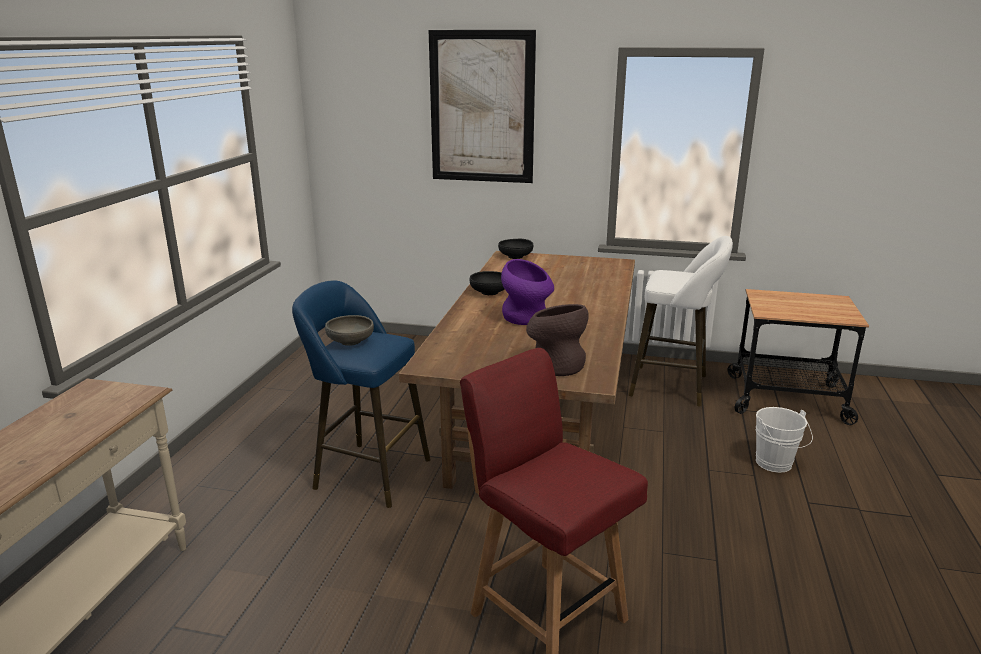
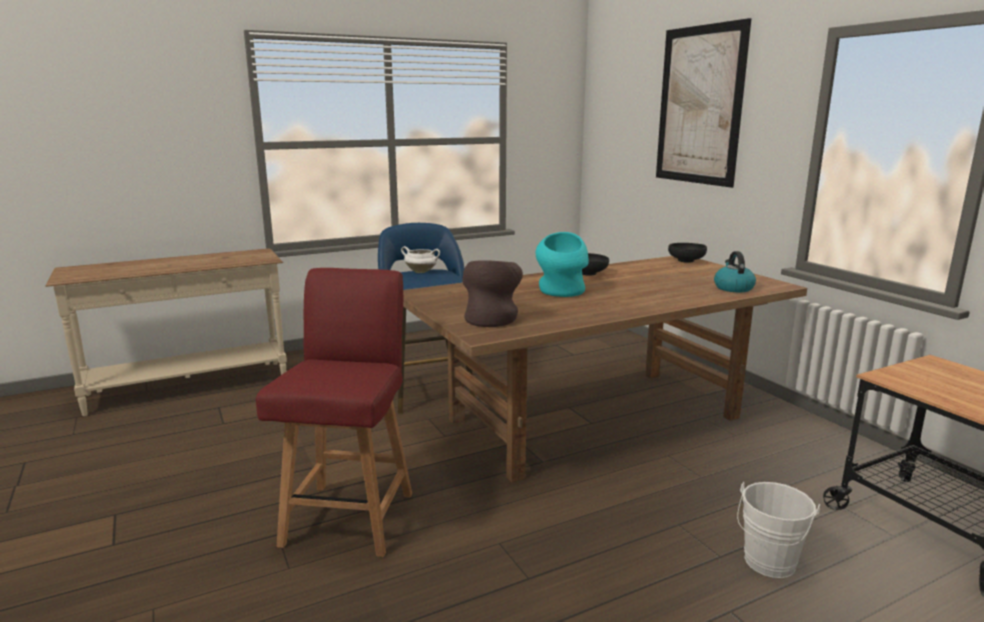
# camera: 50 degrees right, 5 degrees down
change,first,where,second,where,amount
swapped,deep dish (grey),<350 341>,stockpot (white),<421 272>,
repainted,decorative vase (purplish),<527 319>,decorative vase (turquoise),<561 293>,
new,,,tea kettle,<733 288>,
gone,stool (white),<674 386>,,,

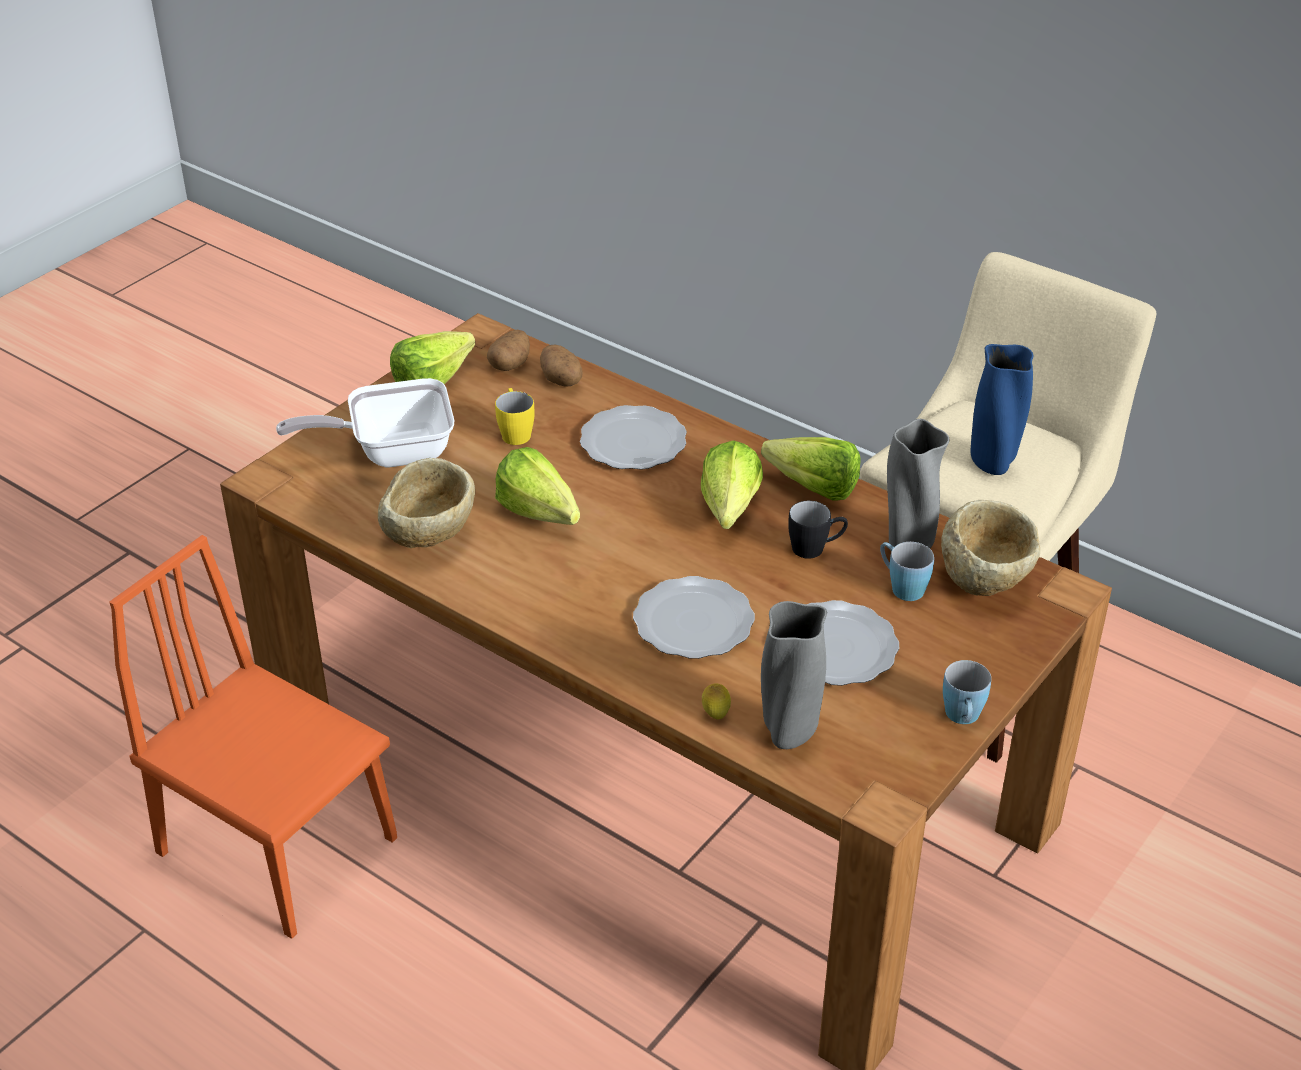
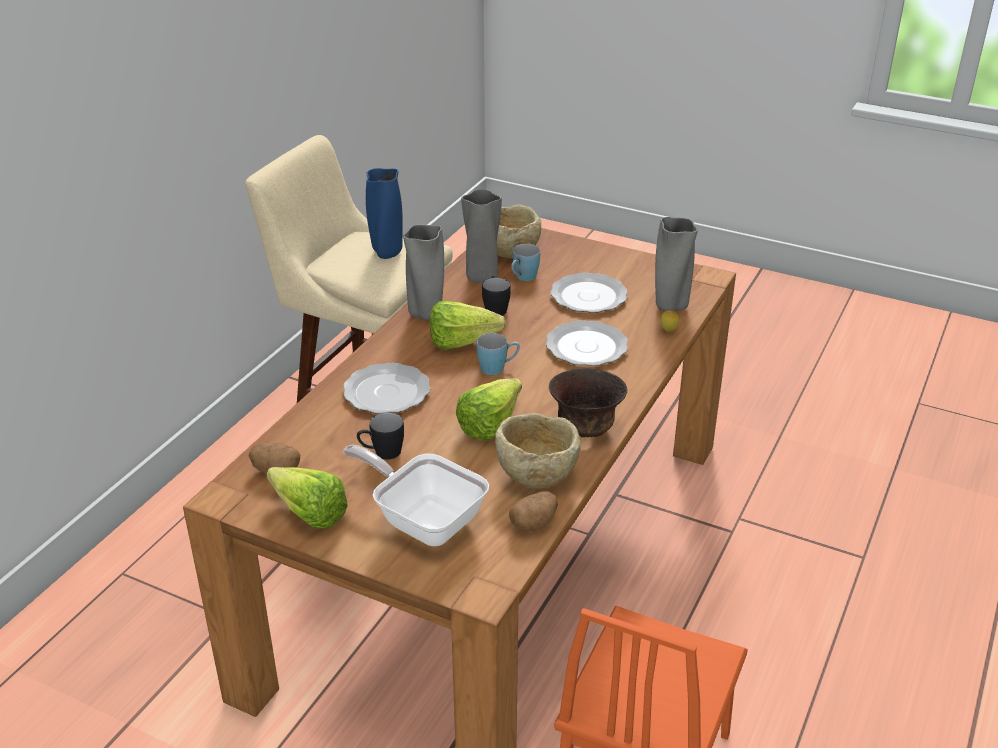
# camera: 100 degrees left, 5 degrees down
change,first,where,second,where,amount
rotated,pan,<391 452>,,<423 520>,150 degrees clockwise
repainted,tea mug (yellowish),<515 432>,tea mug (black-coloured),<381 453>,
swapped,lettuce head,<807 485>,decorative vase (grey),<426 315>,
shifted,tea mug (blue),<963 718>,,<498 368>,
shifted,spud,<562 381>,,<534 523>,
new,,,deep dish (brown-coloured),<585 429>,

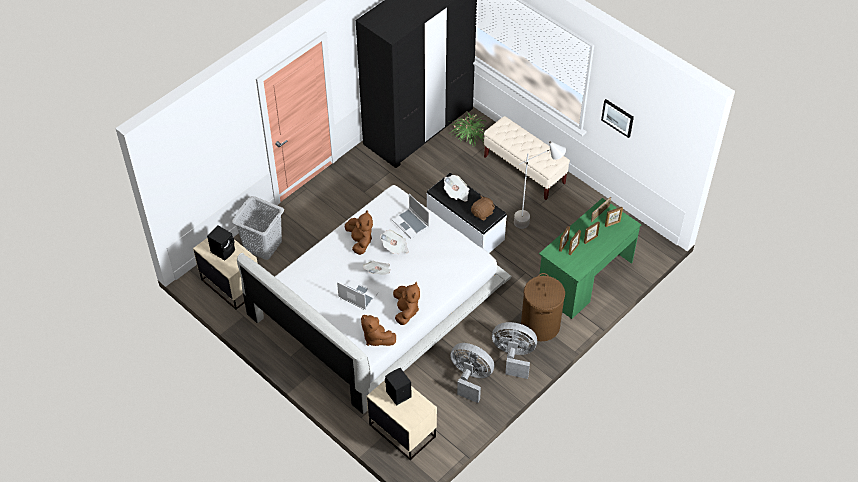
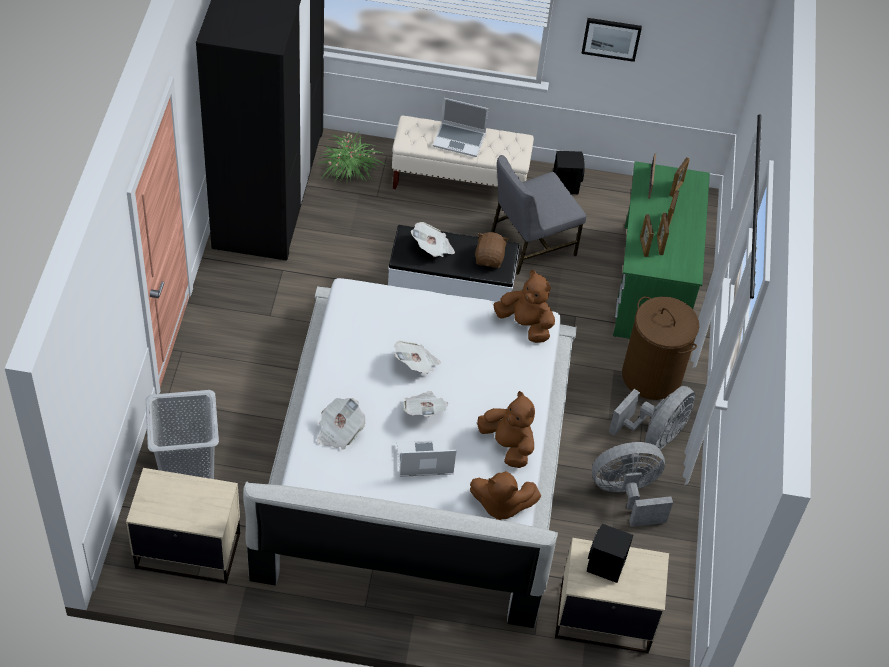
# camera: 40 degrees left, 0 degrees up
change,first,where,second,where,amount
new,,,printed paper,<339 431>,
shifted,laptop,<411 224>,,<460 140>,
swapped,standing lamp (grey),<534 222>,plain chair (grey),<530 244>,
shifted,soft toy (brown-coloured),<360 241>,,<525 324>,
shifted,speaker (black-coloured),<223 250>,,<565 185>,
rotated,electric fan (grey),<513 356>,,<654 435>,150 degrees clockwise

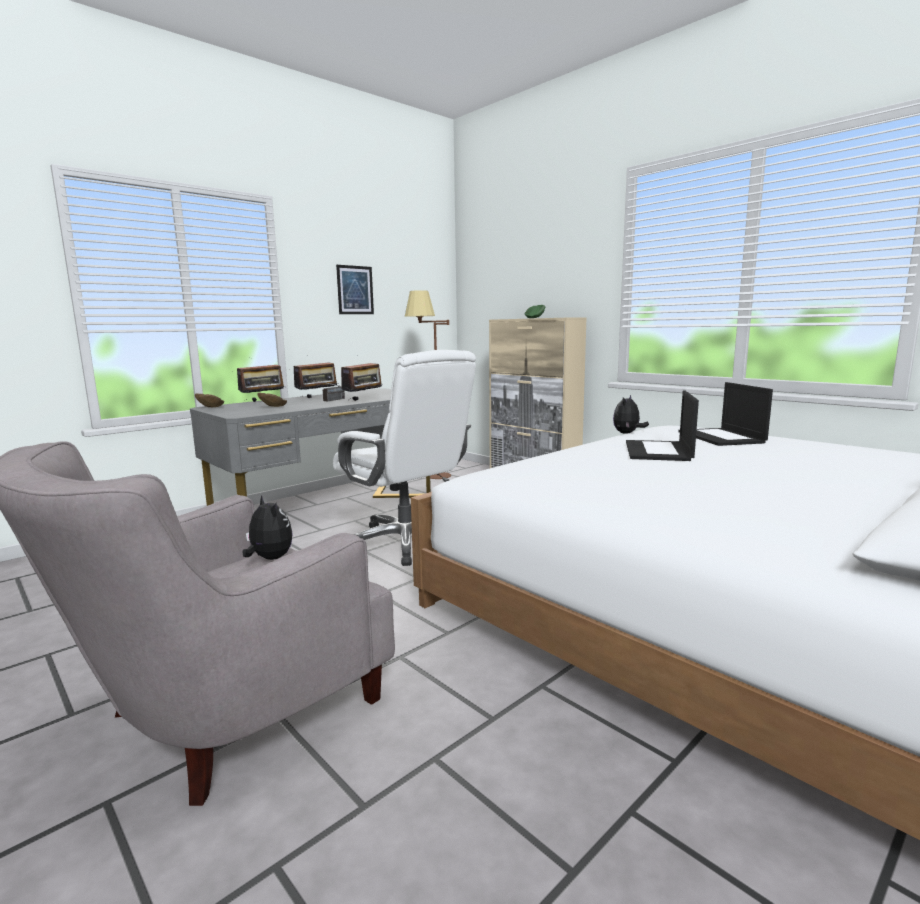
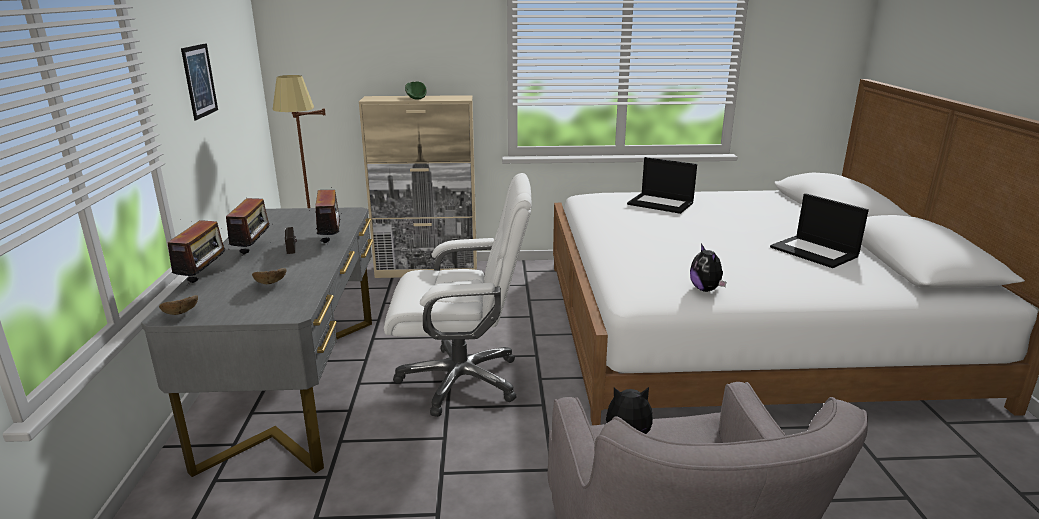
# camera: 50 degrees left, 10 degrees up
change,first,where,second,where,amount
shifted,soft toy,<627 433>,,<706 289>,
shifted,laptop,<658 451>,,<815 252>,

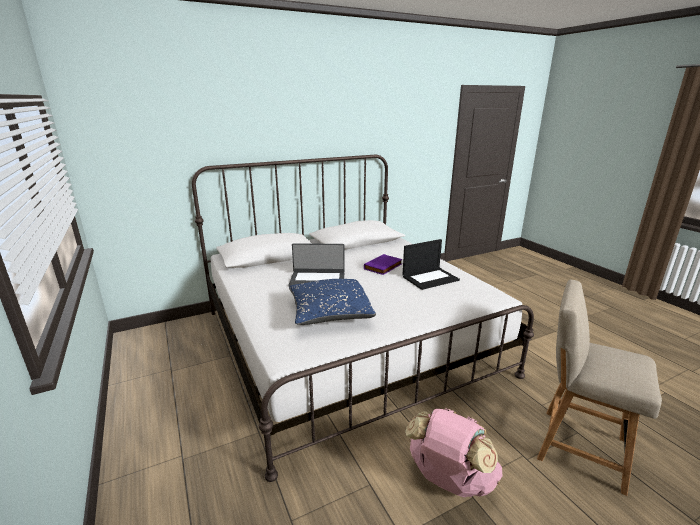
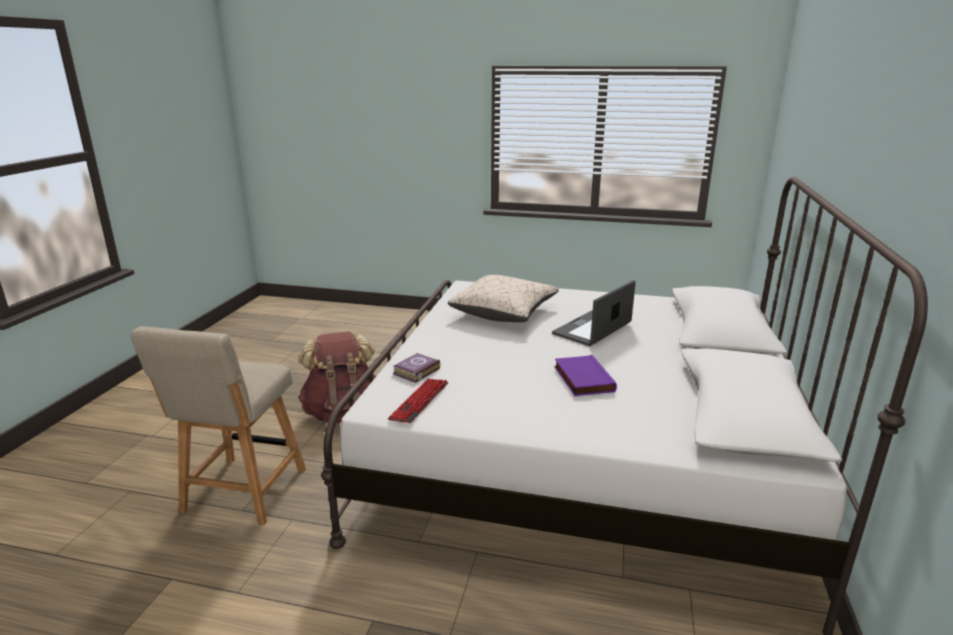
# camera: 130 degrees right, 0 degrees up
change,first,where,second,where,amount
rotated,plain chair (sand-coloured),<576 446>,,<242 494>,120 degrees clockwise
repainted,knapsack (pinkish),<449 479>,knapsack (brown-coloured),<343 412>,
new,,,computer keyboard,<419 401>,
new,,,bound book,<415 371>,
repainted,throw pillow (blue),<330 313>,throw pillow (sand-coloured),<504 312>,
gone,laptop,<430 278>,,,

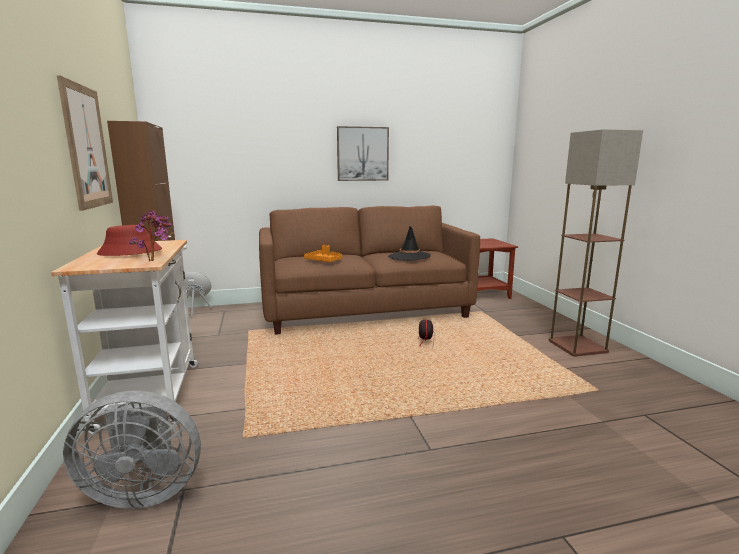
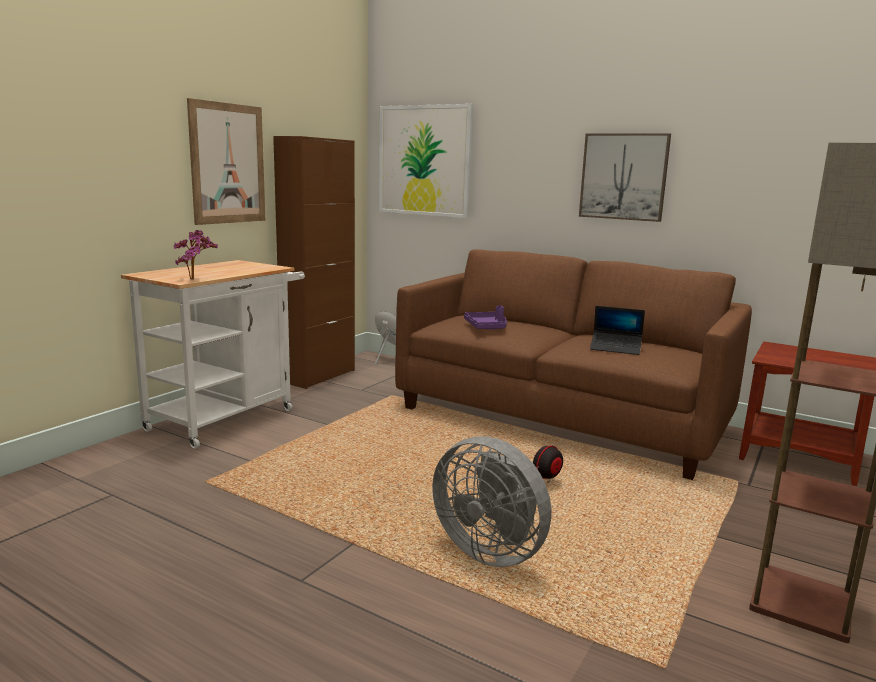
# camera: 45 degrees right, 0 degrees up
change,first,where,second,where,amount
new,,,wall art,<425 161>,
shifted,electric fan (grey),<143 491>,,<491 550>,
repainted,tray (orange-coloured),<324 261>,tray (purplish),<487 327>,
swapped,wearable hat (black-coloured),<409 256>,laptop,<615 348>,
gone,wearable hat (reddish),<130 252>,,,

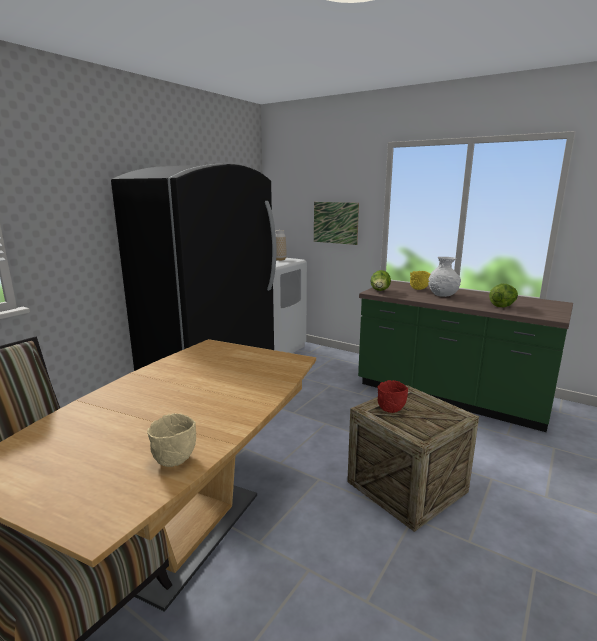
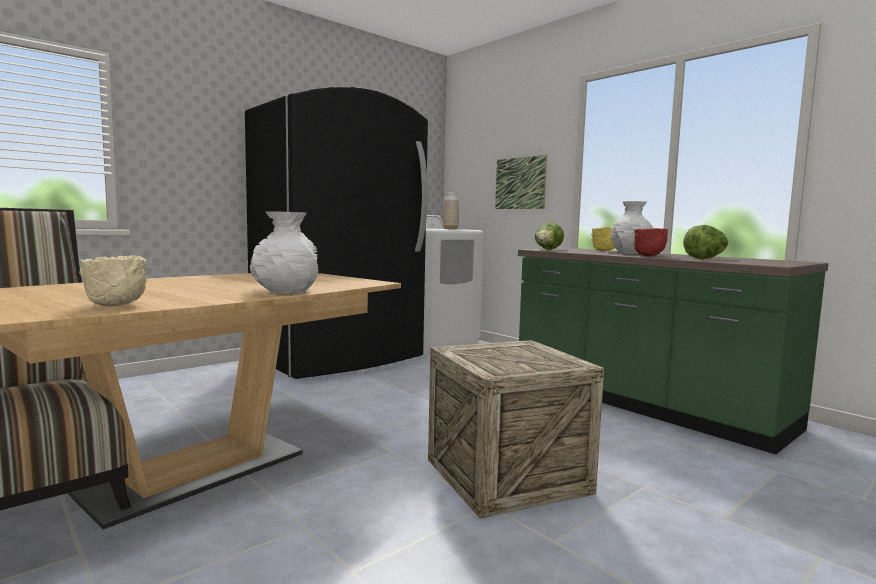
# camera: 15 degrees right, 10 degrees down
change,first,where,second,where,amount
new,,,decorative vase (white),<284 291>,
shifted,deep dish (reddish),<391 410>,,<649 256>,

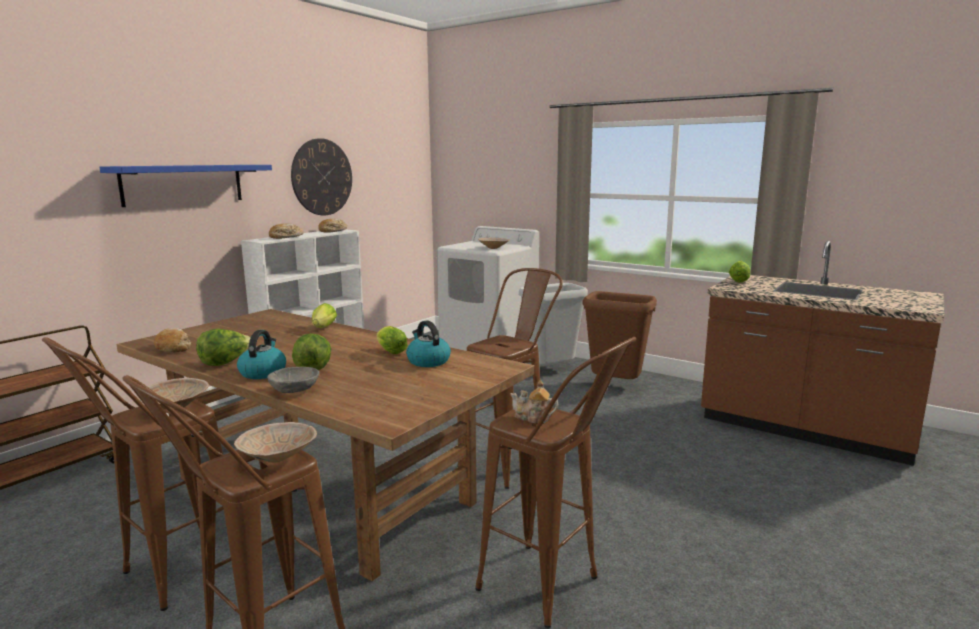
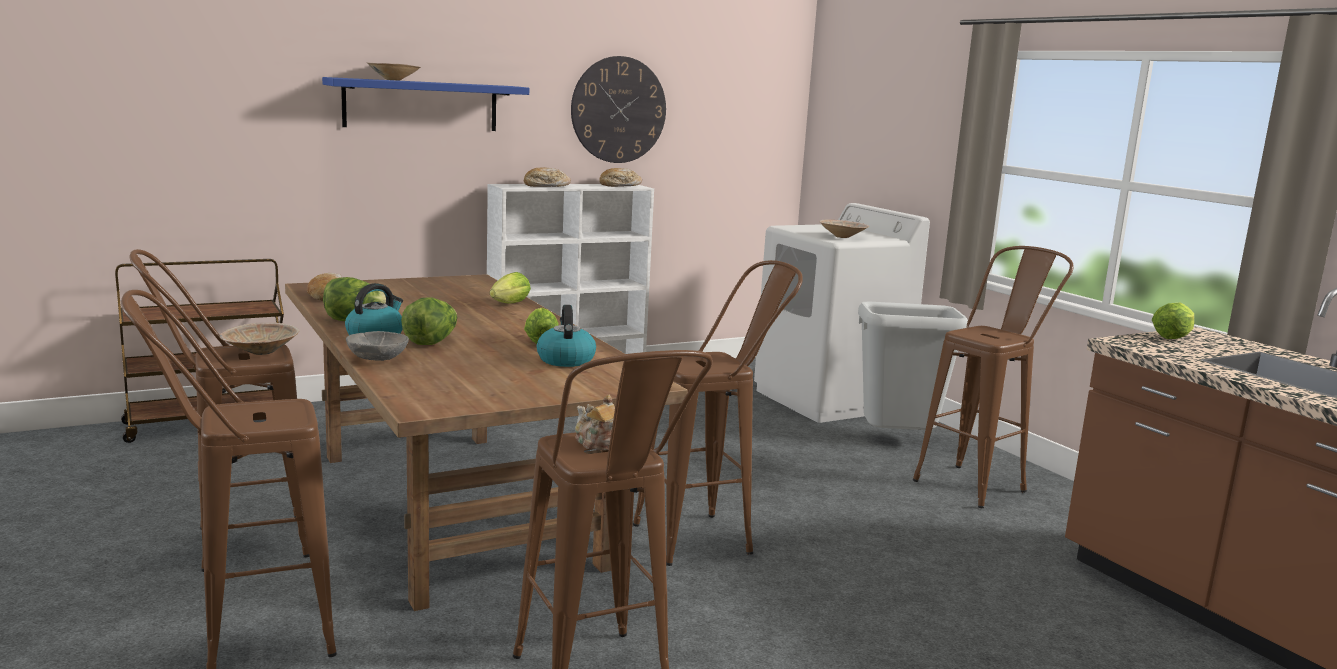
# camera: 25 degrees right, 0 degrees up
change,first,where,second,where,amount
shifted,deep dish (sand-coloured),<279 457>,,<394 80>,
swapped,waste bin (brown-coloured),<616 386>,stool (brown-coloured),<979 483>,

